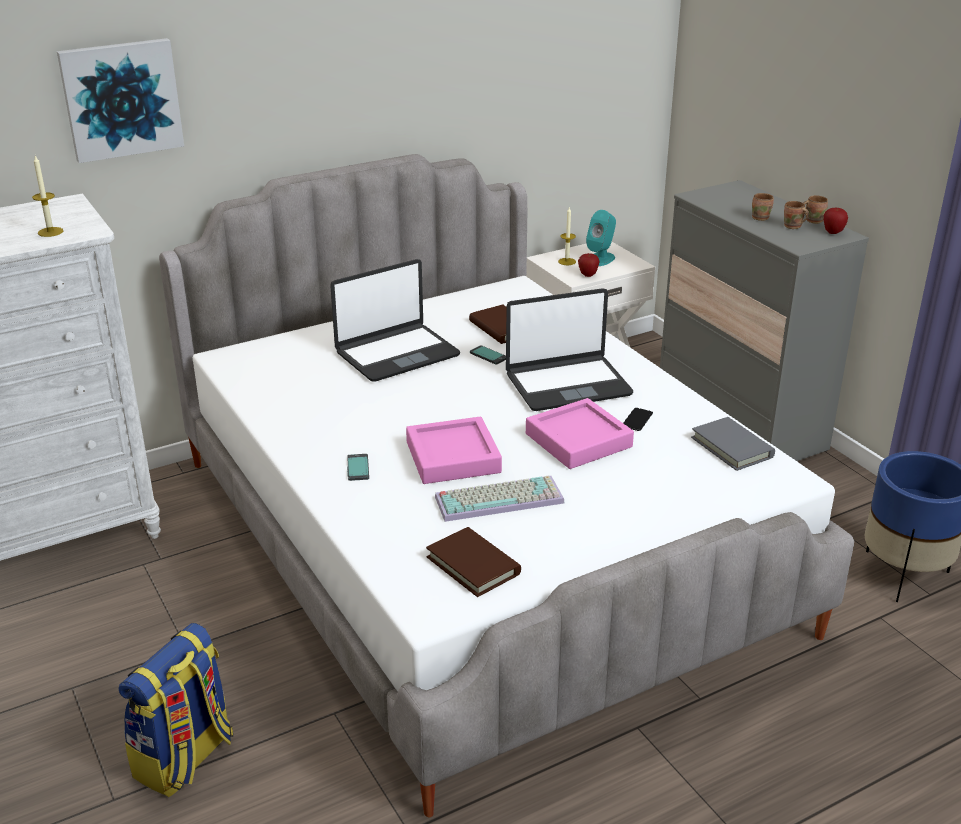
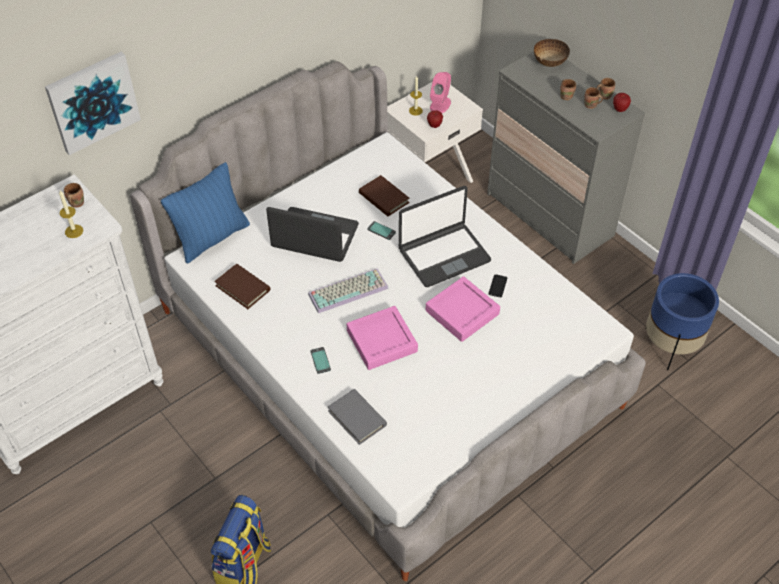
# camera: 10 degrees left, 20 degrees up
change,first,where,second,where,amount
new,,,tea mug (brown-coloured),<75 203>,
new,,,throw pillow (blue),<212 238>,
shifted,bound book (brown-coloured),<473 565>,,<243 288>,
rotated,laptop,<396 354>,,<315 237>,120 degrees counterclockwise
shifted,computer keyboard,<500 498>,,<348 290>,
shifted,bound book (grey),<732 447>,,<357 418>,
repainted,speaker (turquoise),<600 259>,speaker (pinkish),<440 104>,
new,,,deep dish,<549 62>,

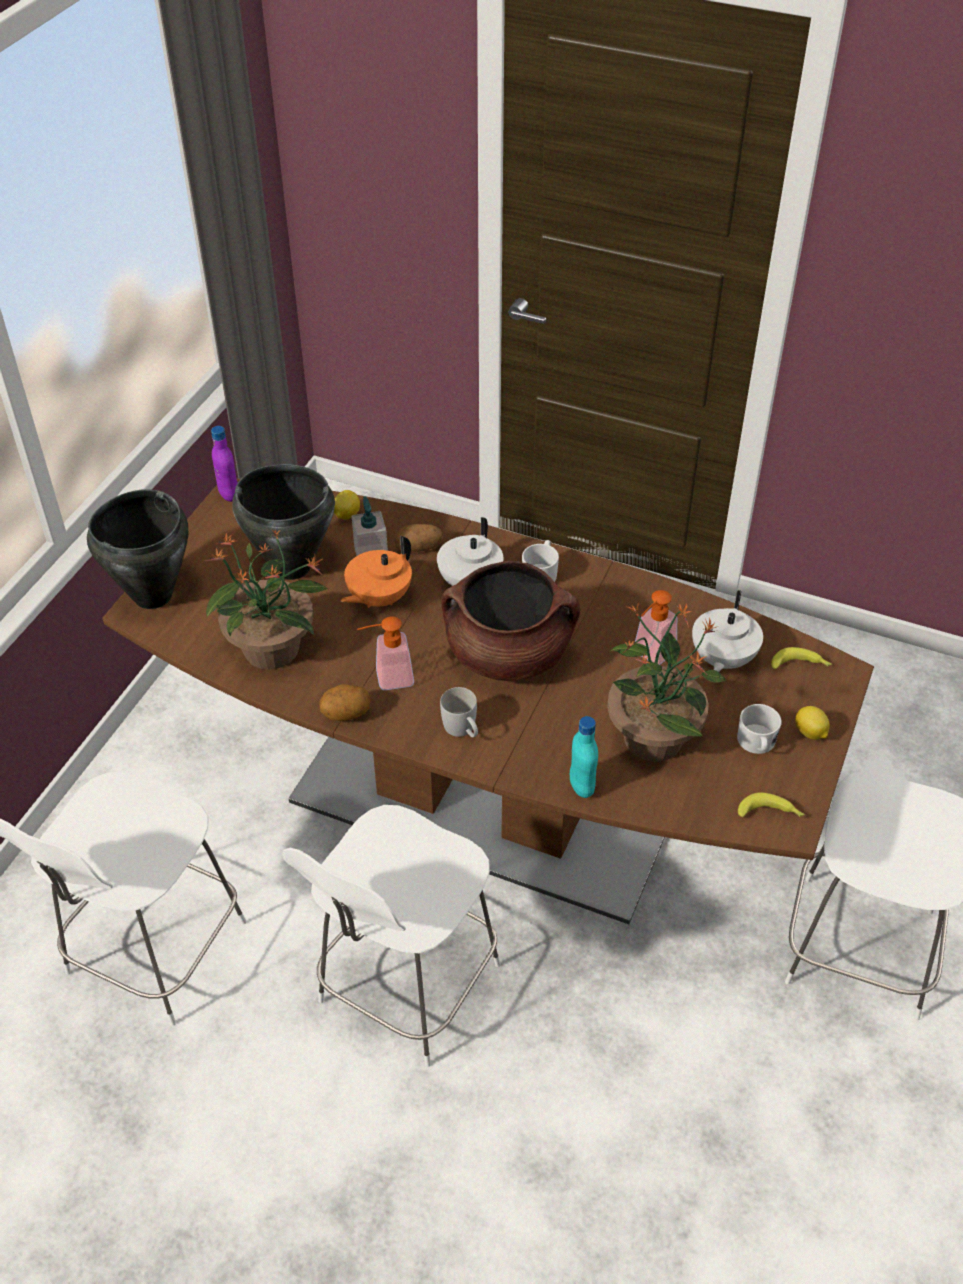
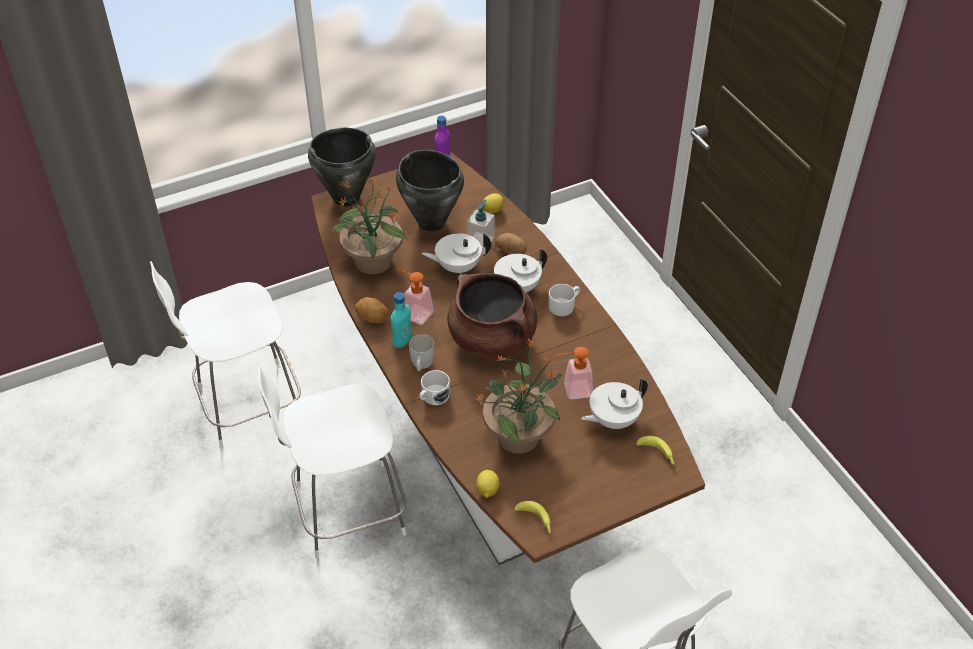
# camera: 40 degrees right, 0 degrees up
change,first,where,second,where,amount
shifted,beverage bottle (turquoise),<581 786>,,<402 341>,
shifted,tea mug (white),<757 743>,,<433 397>,
repainted,tea pot (orange-coloured),<378 598>,tea pot (white),<457 267>,
shifted,whole lemon,<810 733>,,<487 490>,

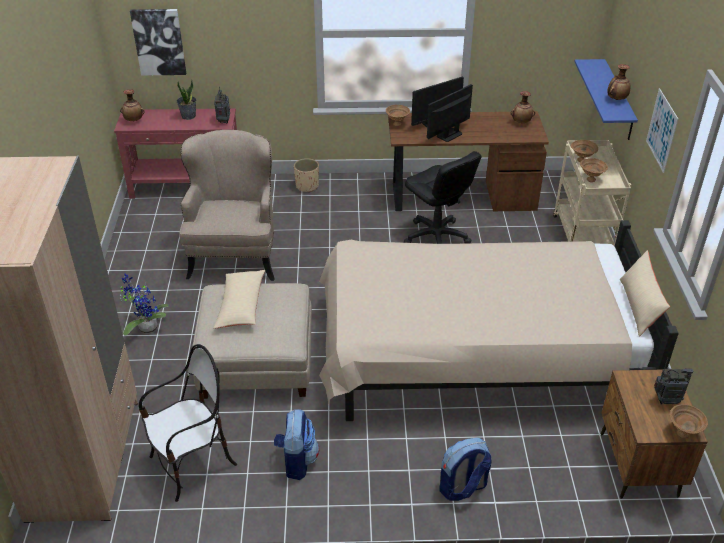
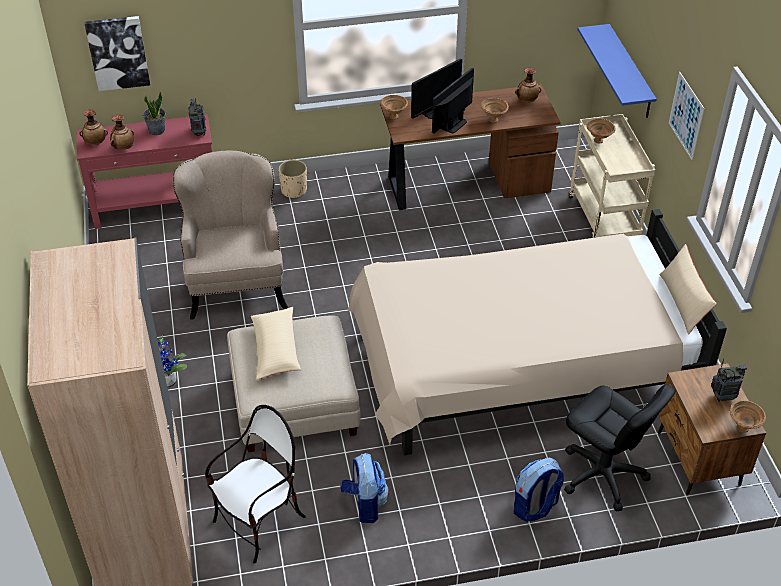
# camera: 10 degrees left, 5 degrees up
change,first,where,second,where,amount
shifted,decorative vase,<616 99>,,<123 148>,
shifted,deep dish (brown-coloured),<590 179>,,<493 119>,
shifted,desk chair (black-coloured),<436 238>,,<603 475>,

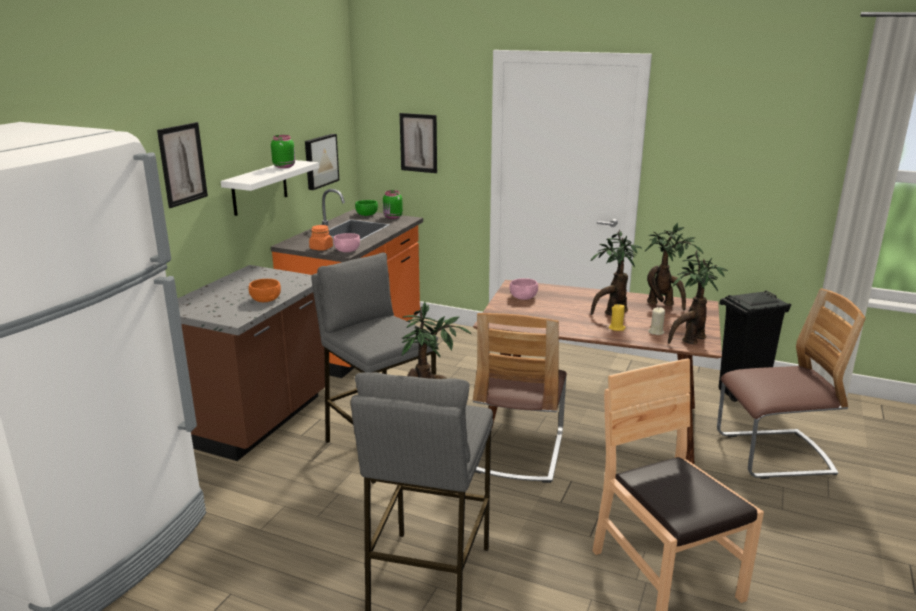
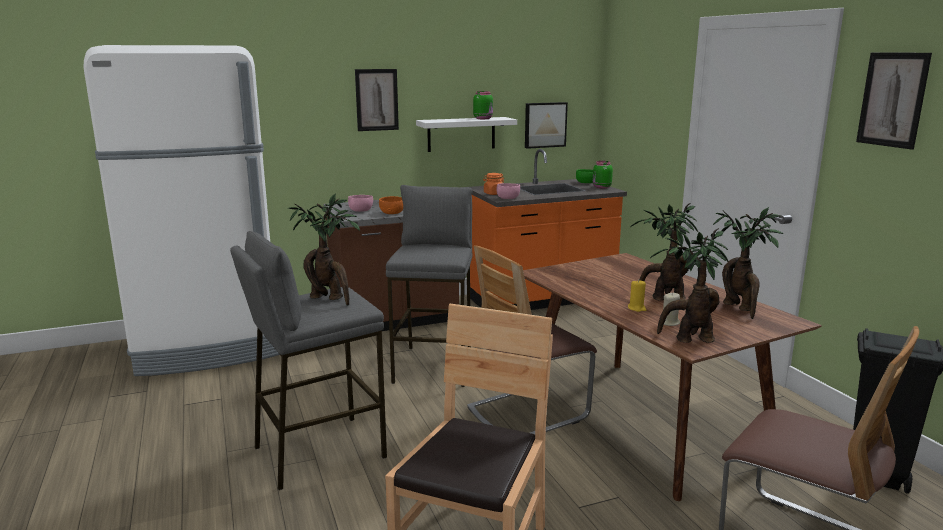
# camera: 45 degrees right, 5 degrees down
change,first,where,second,where,amount
shifted,deep dish (pinkish),<523 297>,,<361 210>,
shifted,wall art,<418 143>,,<892 99>,

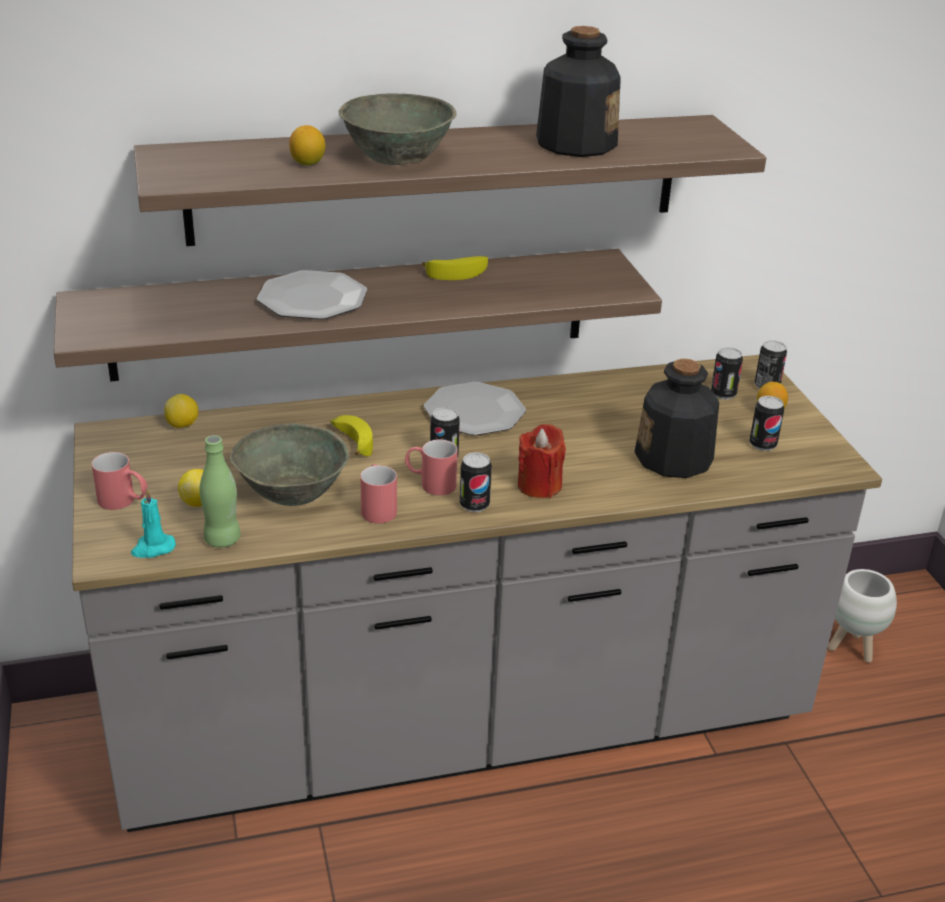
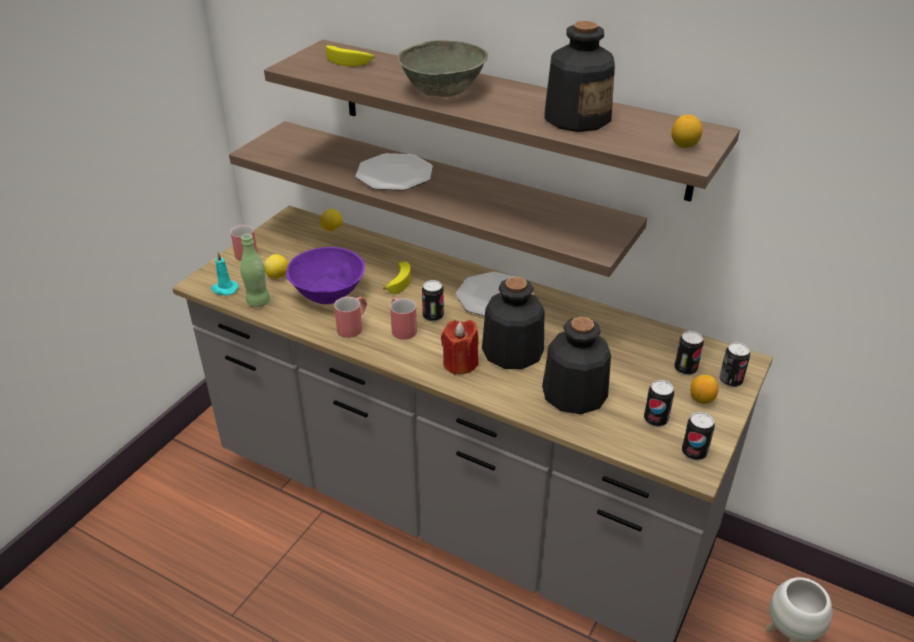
# camera: 45 degrees right, 5 degrees up
change,first,where,second,where,amount
repainted,deep dish (grey),<291 491>,deep dish (purplish),<327 293>,
shifted,banana fruit,<458 272>,,<350 61>,
new,,,beverage bottle,<512 351>,
shifted,whole lemon,<308 163>,,<684 145>,
shifted,can,<474 505>,,<694 452>,

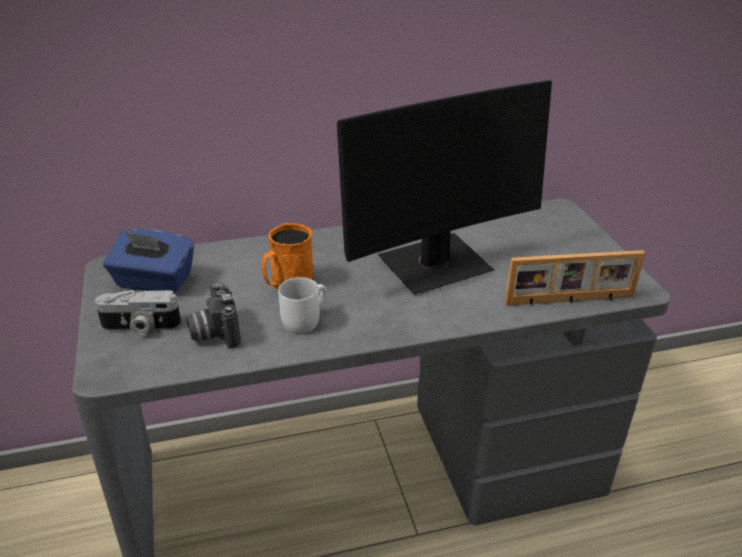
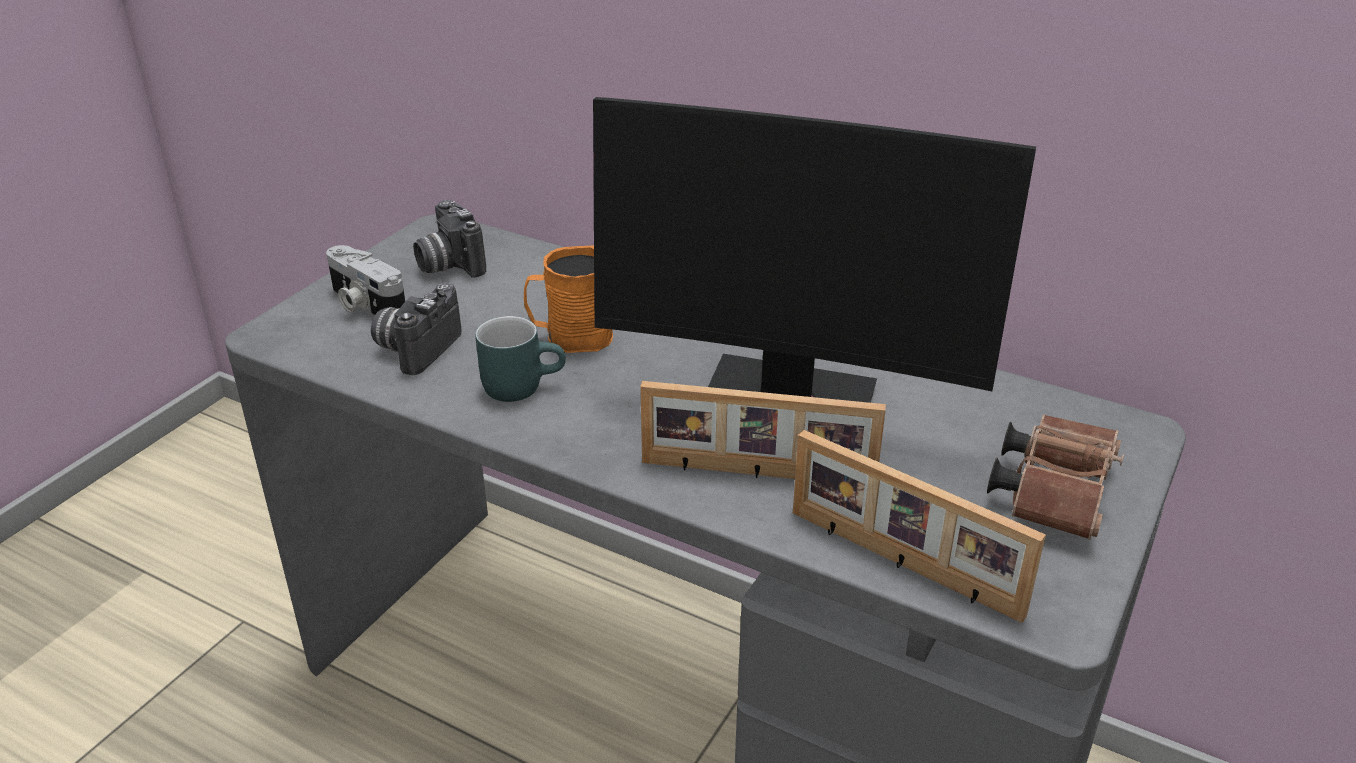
# camera: 45 degrees right, 0 degrees up
change,first,where,second,where,amount
swapped,tissue holder (blue),<154 282>,photo camera,<448 265>,
repainted,tea mug (white),<303 319>,tea mug (turquoise),<521 384>,
new,,,standing frame,<757 474>,
new,,,binoculars (brown-coloured),<1053 492>,

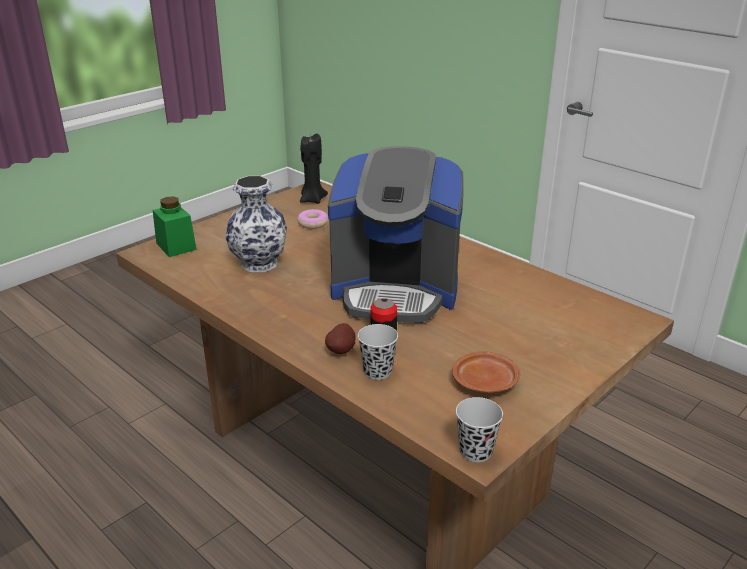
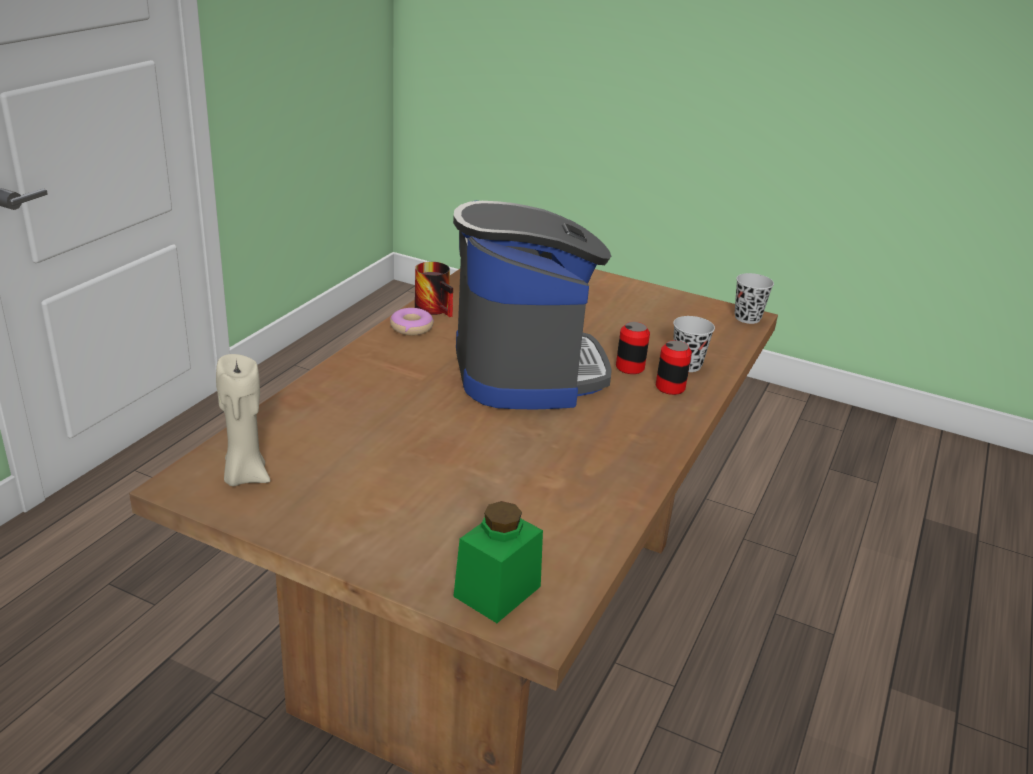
# camera: 110 degrees left, 0 degrees up
change,first,where,second,where,amount
repainted,candle (black-coloured),<312 200>,candle (sand-coloured),<245 476>,
shifted,doughnut,<313 223>,,<411 328>,
new,,,tea mug,<438 309>,
swapped,spud,<342 351>,can,<670 387>,
gone,decorative vase,<258 263>,,,
gone,flat dish (brown-coloured),<485 382>,,,

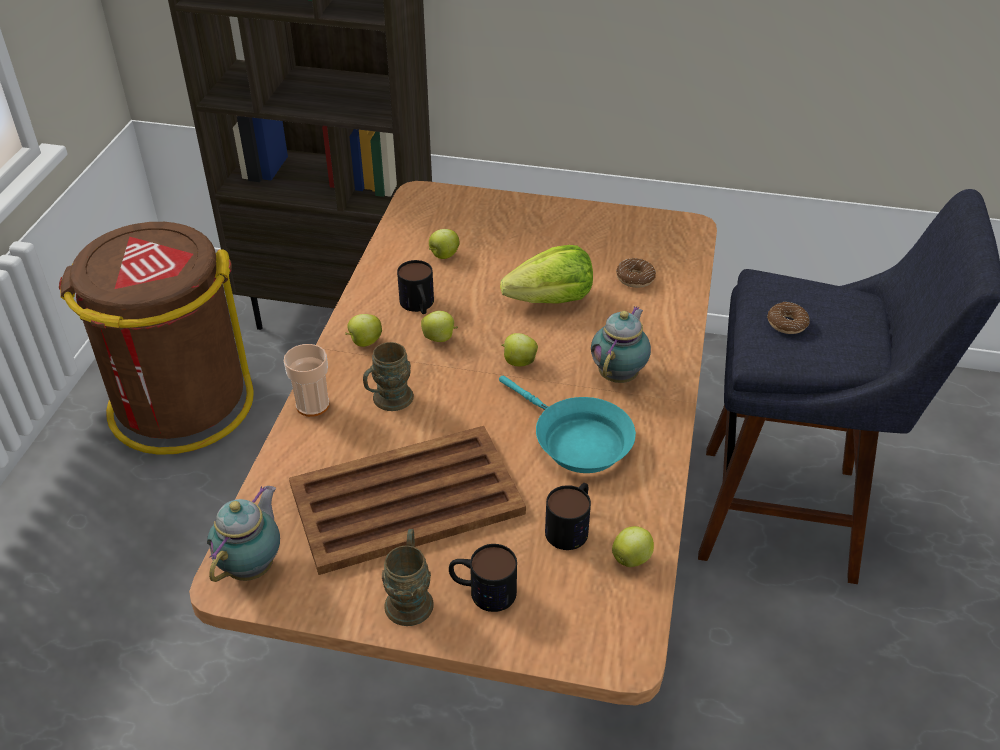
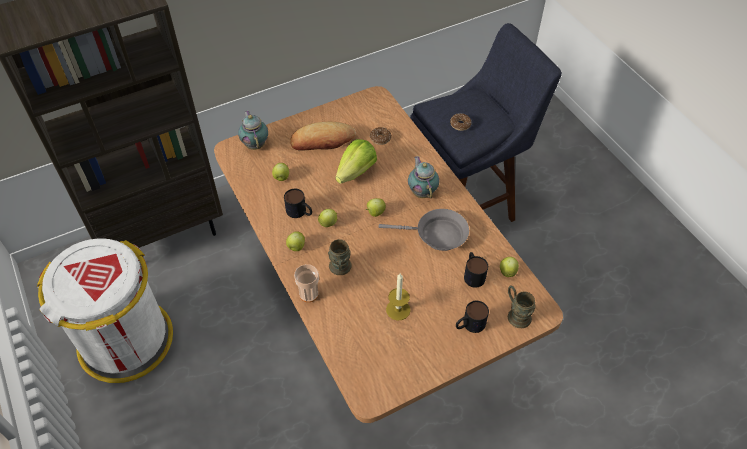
# camera: 40 degrees left, 10 degrees up
change,first,where,second,where,amount
repainted,waste bin (brown-coloured),<180 404>,waste bin (white),<125 341>,
shifted,tea pot,<253 565>,,<255 144>,
new,,,baked bread,<322 140>,
repainted,pan (turquoise),<576 441>,pan (grey),<437 235>,
swapped,tray (brown-coloured),<404 500>,candle,<398 309>,
shifted,tea mug (brown-coloured),<410 596>,,<516 314>,

